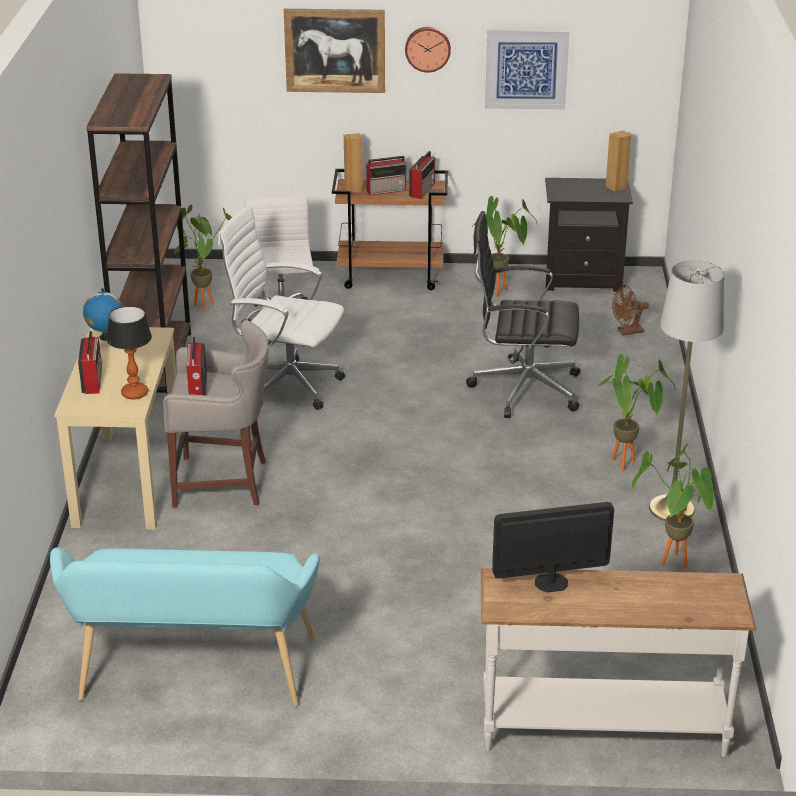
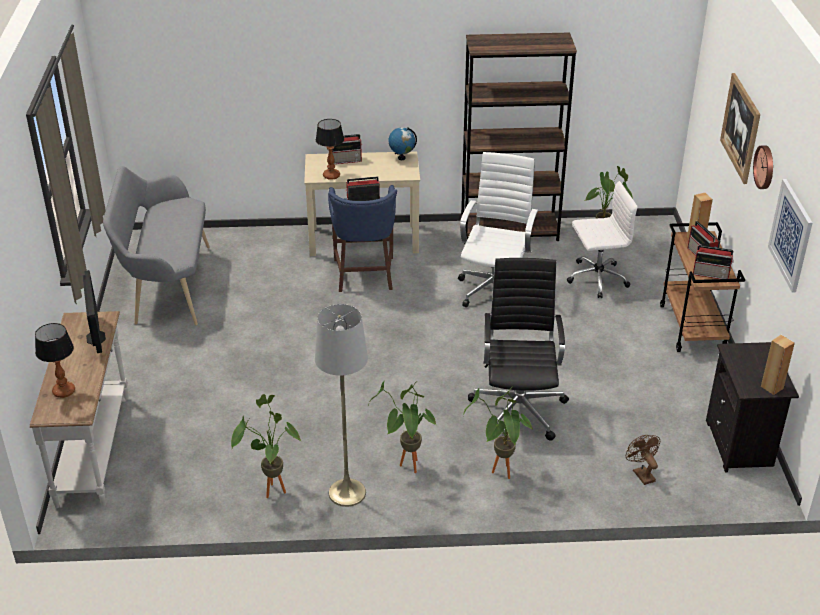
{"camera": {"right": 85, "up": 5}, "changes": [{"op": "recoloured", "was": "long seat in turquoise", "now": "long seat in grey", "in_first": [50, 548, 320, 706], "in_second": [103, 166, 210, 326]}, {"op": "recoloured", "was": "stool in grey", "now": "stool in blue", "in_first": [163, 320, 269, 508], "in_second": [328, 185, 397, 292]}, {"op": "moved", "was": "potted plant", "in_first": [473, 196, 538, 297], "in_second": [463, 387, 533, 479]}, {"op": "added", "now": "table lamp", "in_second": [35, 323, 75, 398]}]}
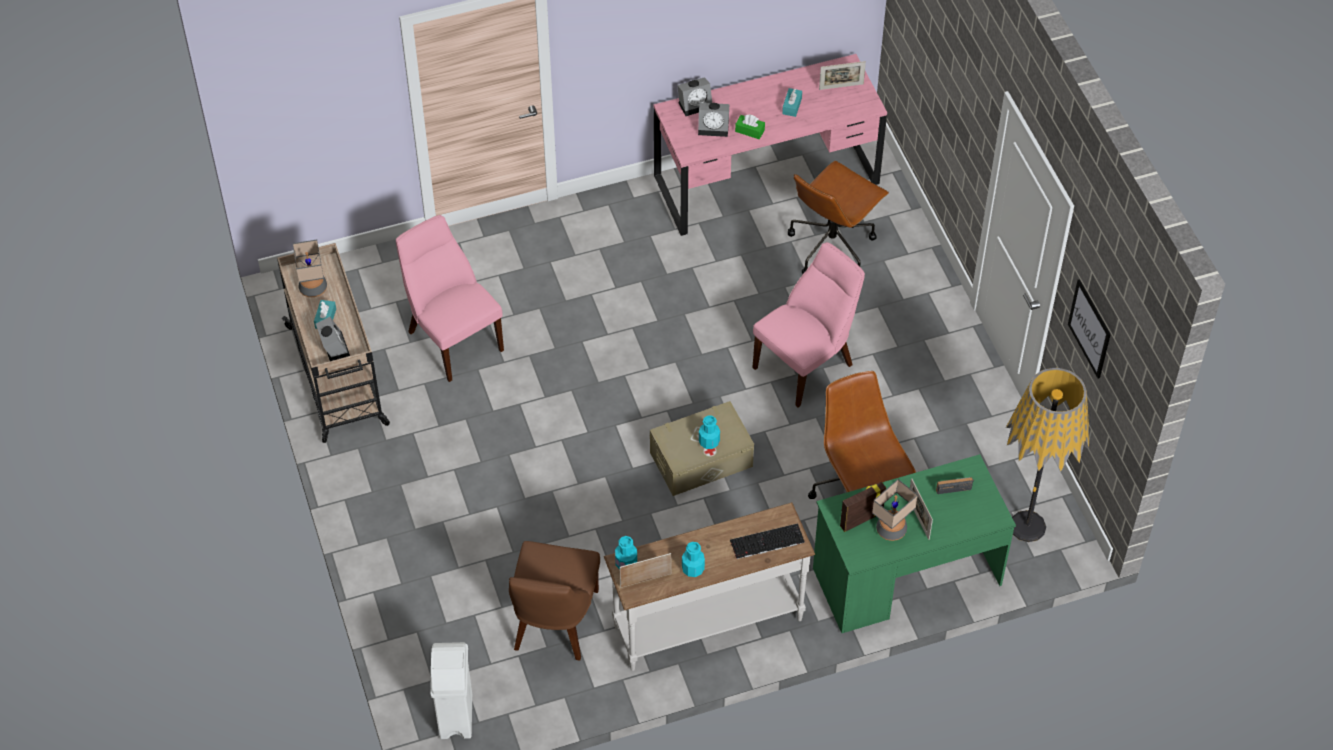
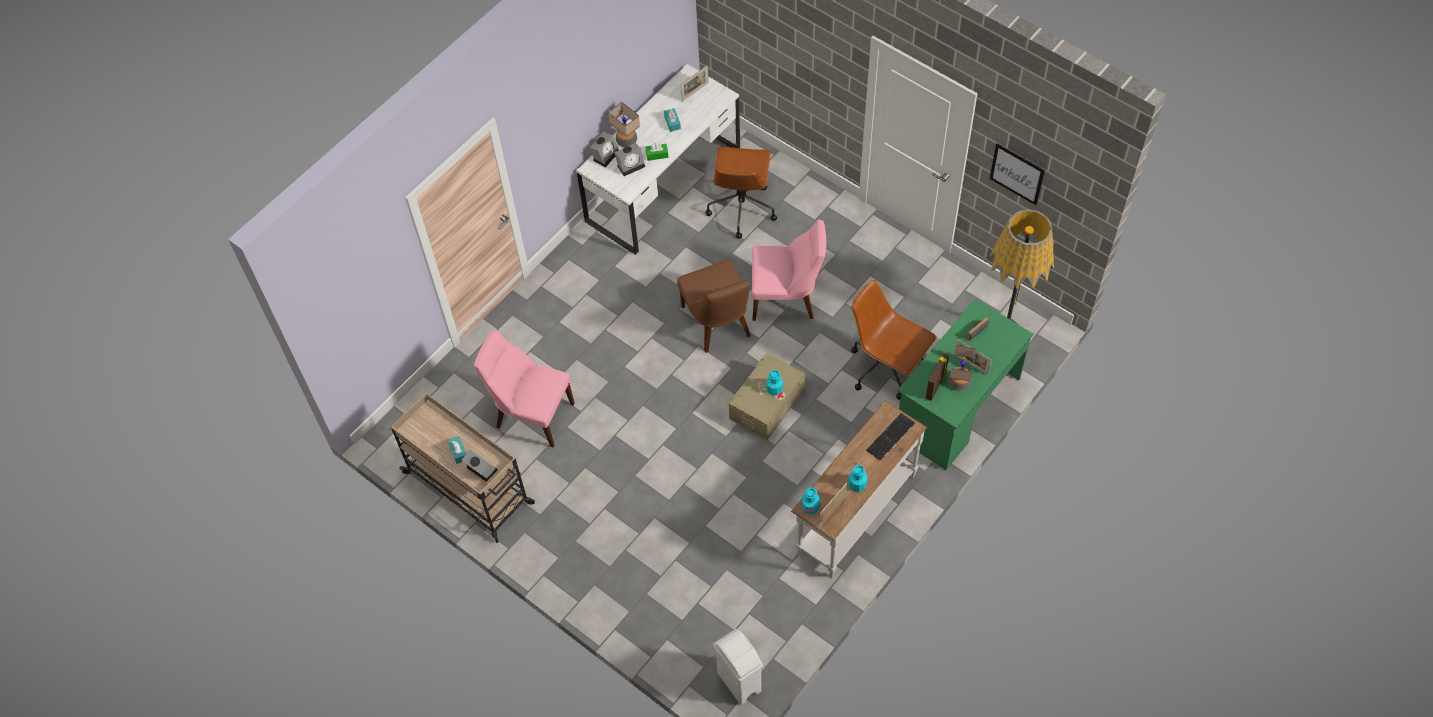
{"camera": {"right": -30, "up": 5}, "changes": [{"op": "moved", "was": "table lamp", "in_first": [293, 240, 327, 297], "in_second": [608, 102, 640, 147]}, {"op": "moved", "was": "plain chair in brown-coloured", "in_first": [509, 541, 600, 660], "in_second": [677, 259, 751, 353]}, {"op": "recoloured", "was": "desk unit in pink-coloured", "now": "desk unit in whitish", "in_first": [654, 54, 887, 236], "in_second": [576, 64, 740, 255]}, {"op": "turned", "was": "plain chair in pink-coloured", "in_first": [752, 242, 865, 407], "in_second": [752, 219, 826, 321], "clockwise": 75}]}
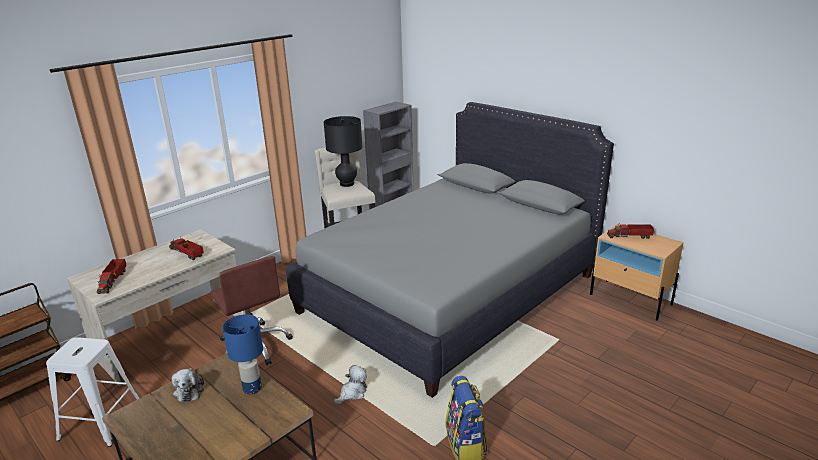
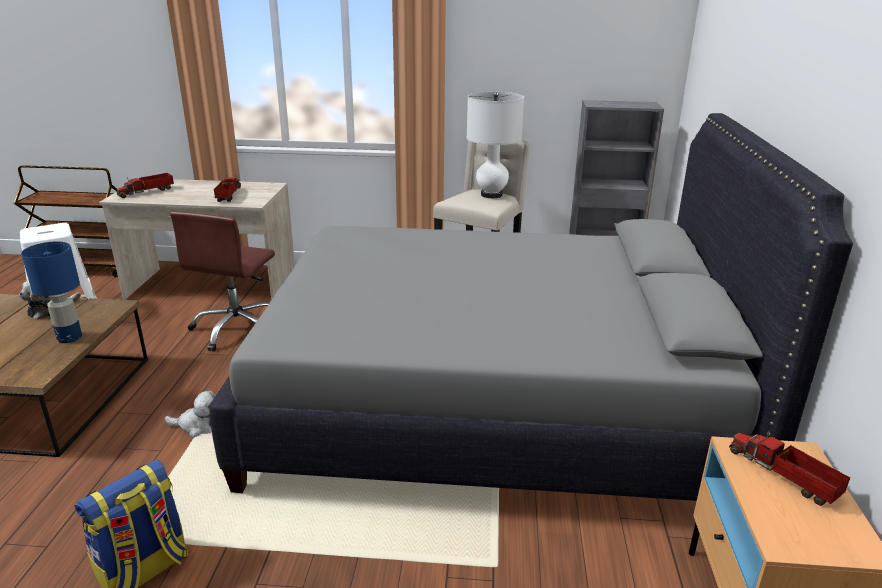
{"camera": {"right": 50, "up": 0}, "changes": [{"op": "recoloured", "was": "table lamp in black-coloured", "now": "table lamp in whitish", "in_first": [324, 116, 363, 187], "in_second": [467, 91, 524, 198]}]}
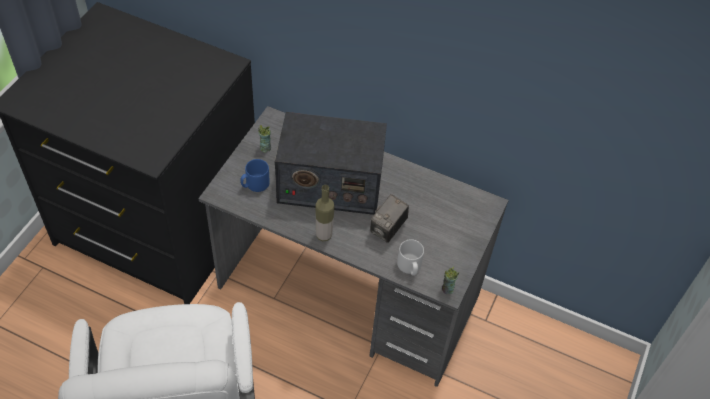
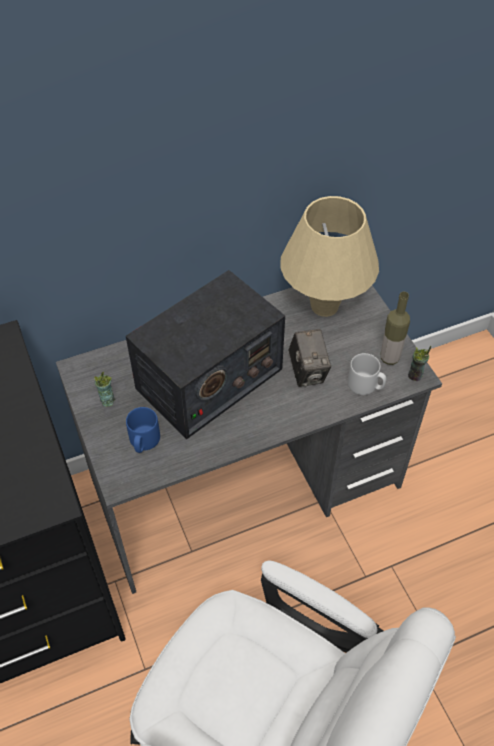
{"camera": {"right": -45, "up": 0}, "changes": [{"op": "moved", "was": "beverage bottle", "in_first": [315, 185, 334, 241], "in_second": [381, 292, 410, 365]}, {"op": "added", "now": "table lamp in sand-coloured", "in_second": [280, 196, 379, 317]}]}
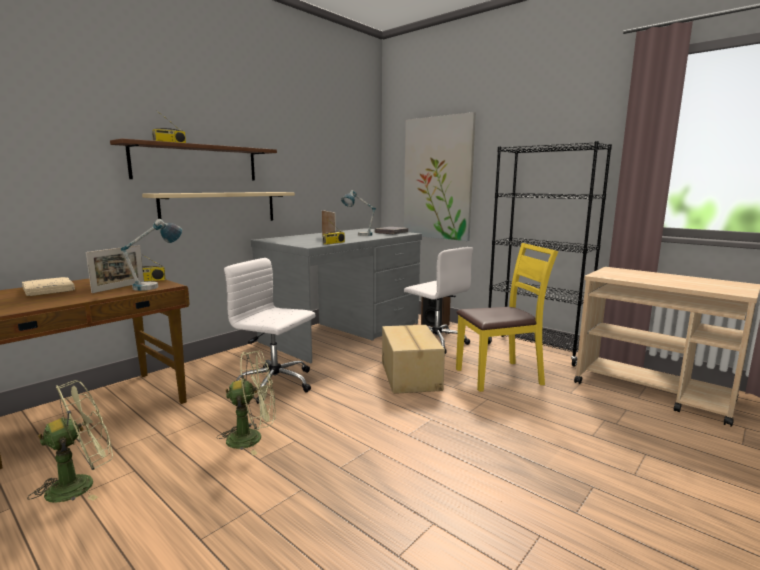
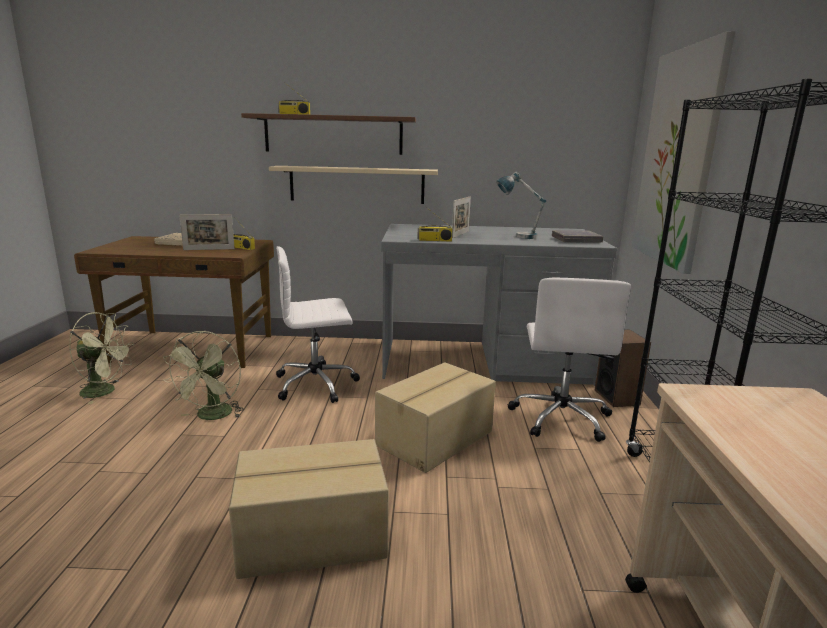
{"camera": {"right": 50, "up": 5}, "changes": [{"op": "removed", "was": "table lamp", "in_first": [121, 219, 182, 291]}, {"op": "turned", "was": "cooling fan in green-coloured", "in_first": [217, 351, 276, 455], "in_second": [163, 331, 244, 420], "clockwise": 60}, {"op": "turned", "was": "computer chair in whitish", "in_first": [224, 258, 316, 404], "in_second": [276, 246, 360, 403], "clockwise": -90}, {"op": "removed", "was": "plain chair in yellow-coloured", "in_first": [456, 243, 558, 392]}, {"op": "added", "now": "packing box", "in_second": [229, 439, 389, 579]}]}
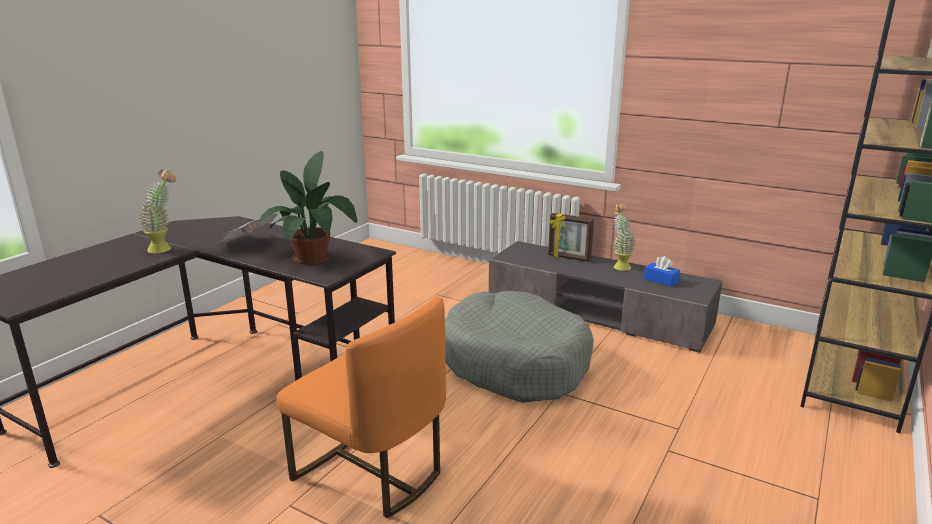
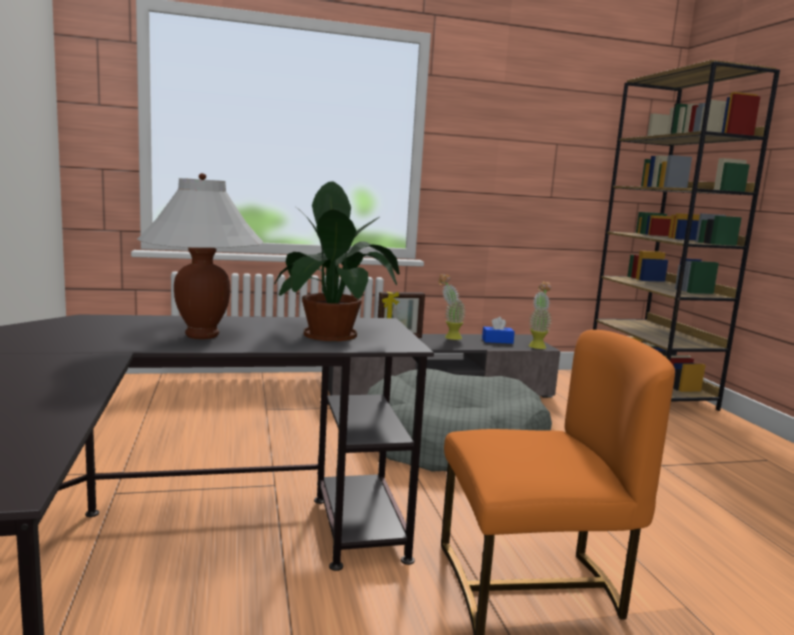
{"camera": {"right": -45, "up": -10}, "changes": [{"op": "moved", "was": "potted plant", "in_first": [139, 169, 176, 253], "in_second": [528, 282, 551, 349]}, {"op": "replaced", "was": "printed paper", "now": "table lamp in whitish", "in_first": [216, 214, 278, 243], "in_second": [137, 173, 264, 339]}]}
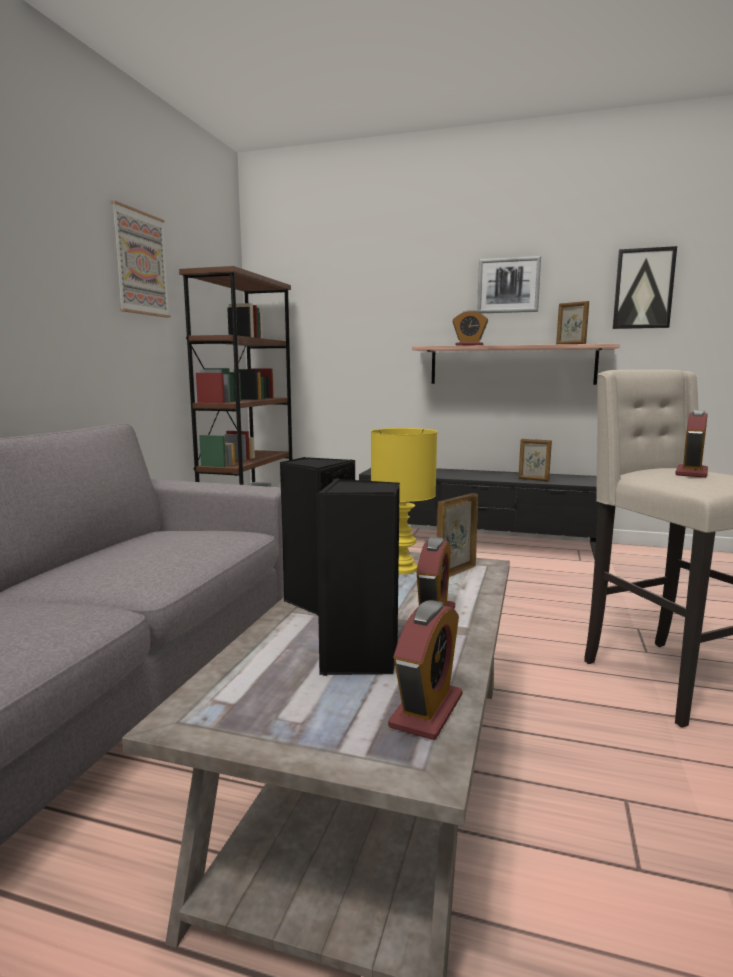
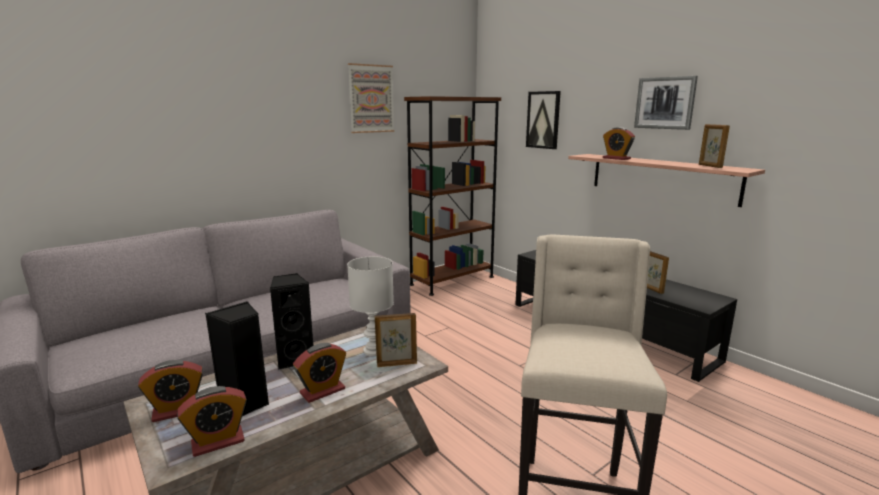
{"camera": {"right": 35, "up": 5}, "changes": [{"op": "recoloured", "was": "table lamp in yellow-coloured", "now": "table lamp in whitish", "in_first": [371, 428, 437, 574], "in_second": [347, 256, 394, 356]}, {"op": "moved", "was": "wall art", "in_first": [612, 246, 677, 329], "in_second": [526, 91, 561, 149]}, {"op": "moved", "was": "table clock", "in_first": [675, 410, 708, 478], "in_second": [138, 360, 203, 422]}]}
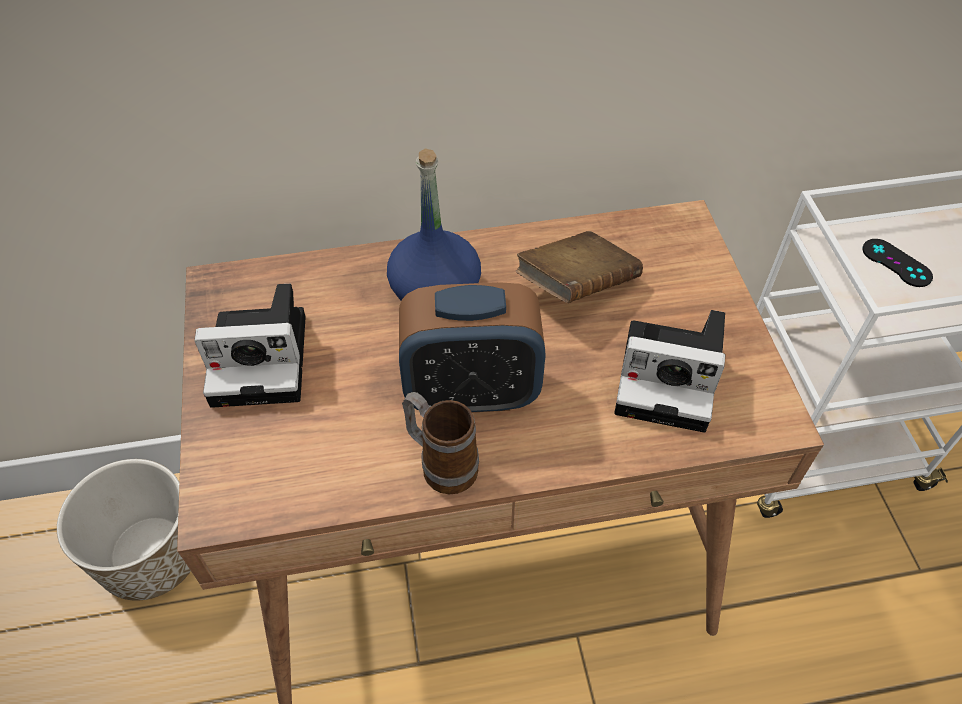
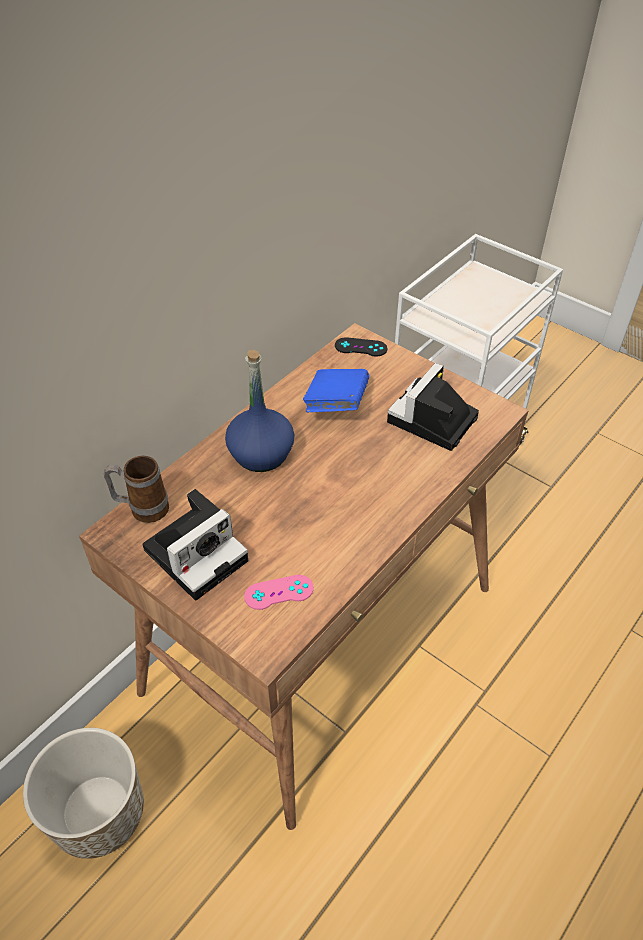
{"camera": {"right": -40, "up": -5}, "changes": [{"op": "removed", "was": "table clock", "in_first": [399, 282, 546, 412]}, {"op": "moved", "was": "mug", "in_first": [402, 392, 479, 494], "in_second": [104, 456, 169, 523]}, {"op": "recoloured", "was": "bound book in brown-coloured", "now": "bound book in blue", "in_first": [516, 231, 643, 303], "in_second": [303, 369, 369, 412]}, {"op": "turned", "was": "photo camera", "in_first": [614, 310, 725, 433], "in_second": [387, 363, 479, 451], "clockwise": 150}, {"op": "moved", "was": "game controller in black-coloured", "in_first": [862, 239, 933, 287], "in_second": [335, 337, 387, 357]}, {"op": "added", "now": "game controller in pink-coloured", "in_second": [244, 575, 314, 610]}]}
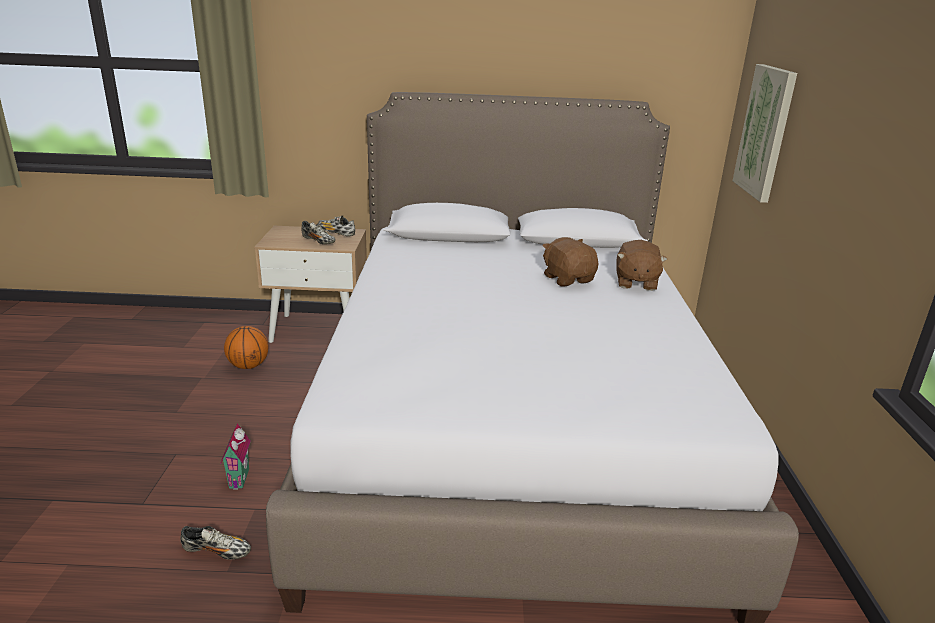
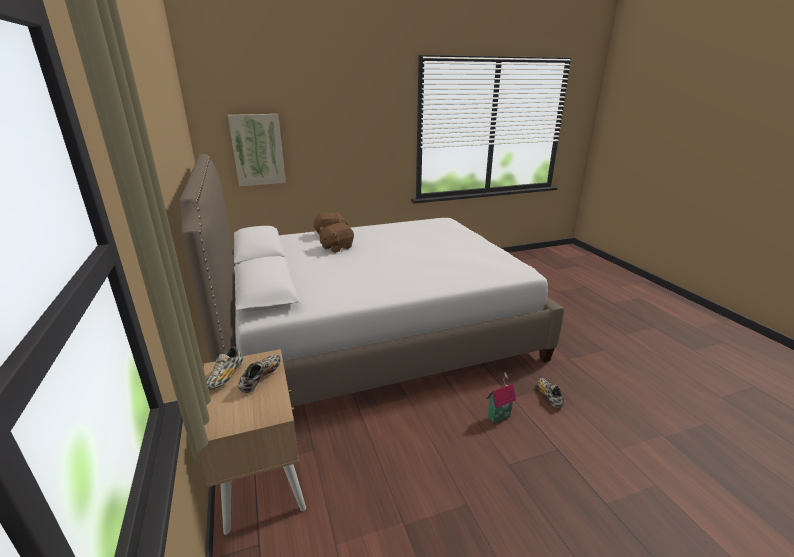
{"camera": {"right": -110, "up": 0}, "changes": [{"op": "removed", "was": "basketball ball", "in_first": [224, 326, 269, 369]}]}
